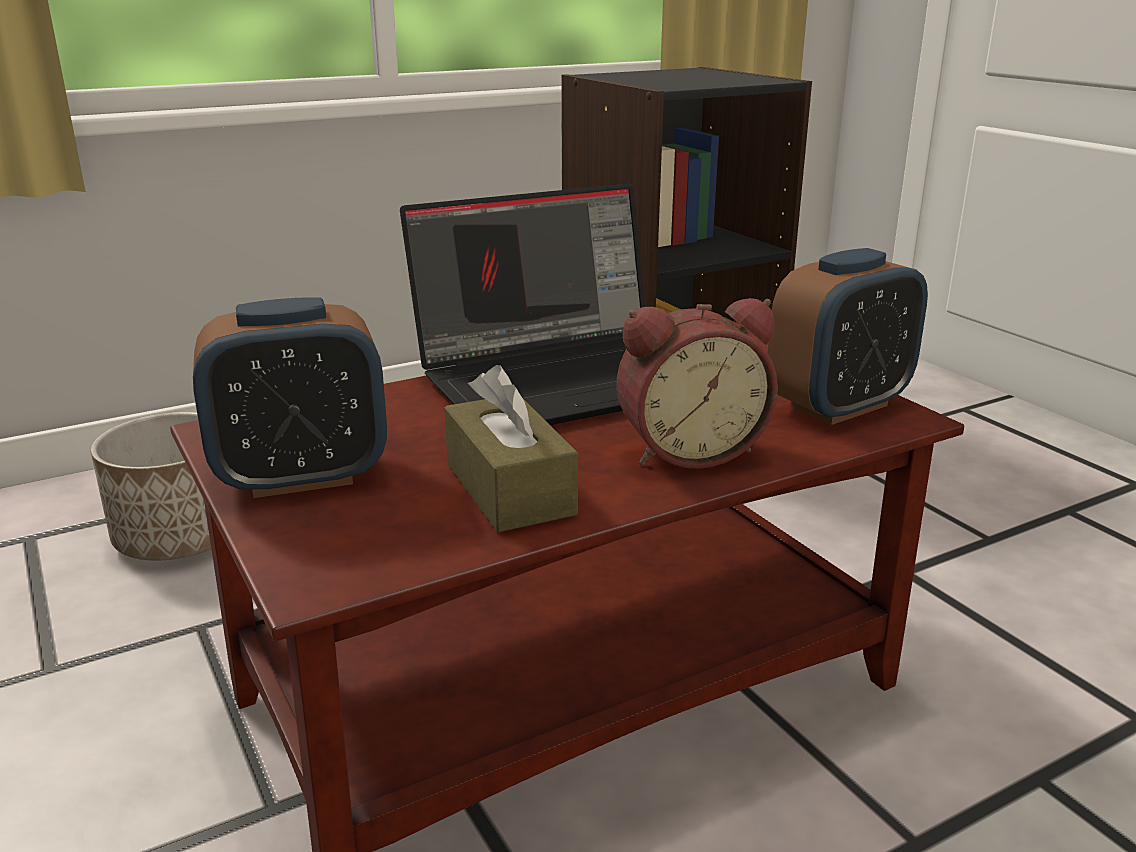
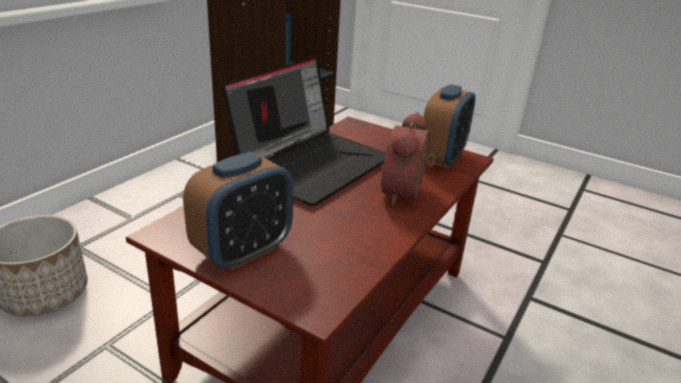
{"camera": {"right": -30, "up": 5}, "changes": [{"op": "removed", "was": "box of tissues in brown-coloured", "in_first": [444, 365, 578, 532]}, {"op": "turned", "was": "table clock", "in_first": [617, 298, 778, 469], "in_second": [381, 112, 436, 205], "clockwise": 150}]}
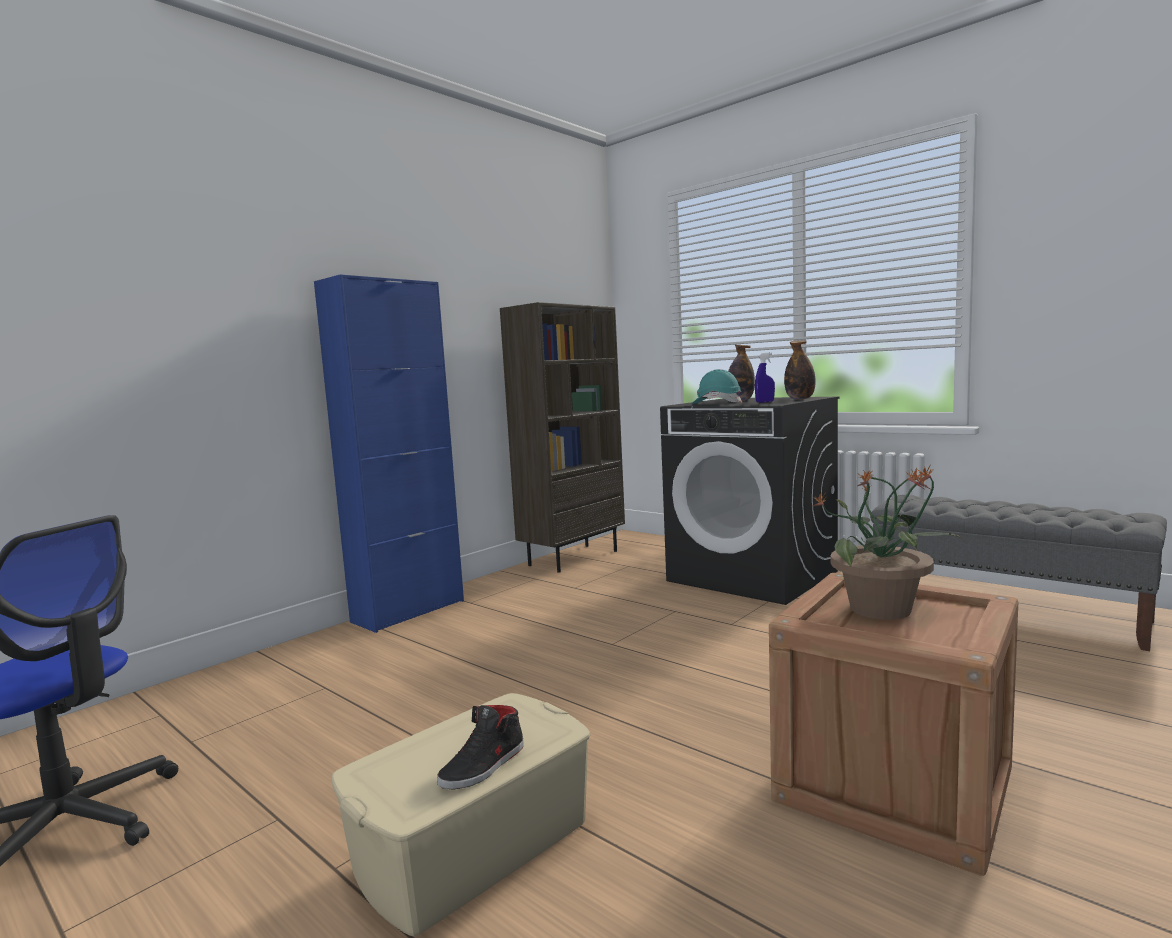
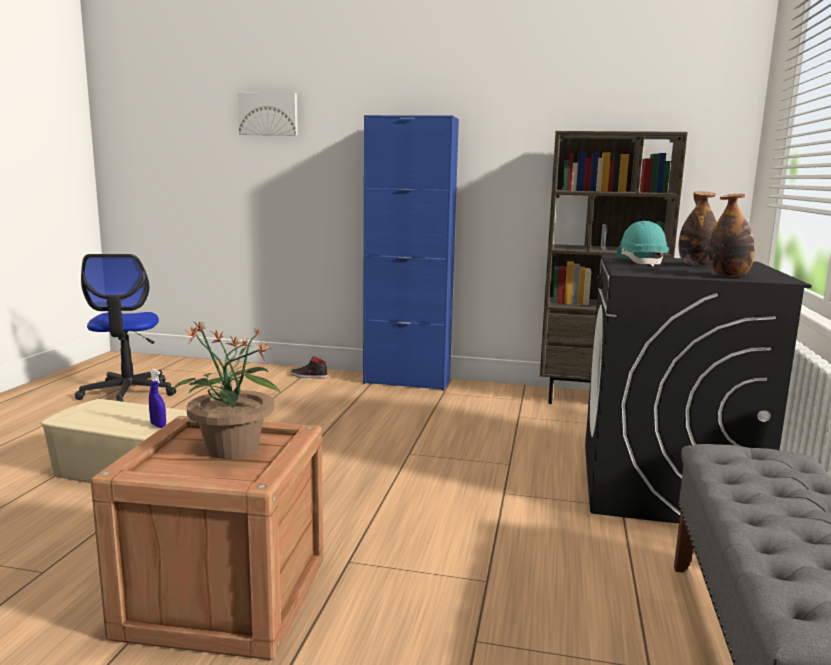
{"camera": {"right": 60, "up": 5}, "changes": [{"op": "moved", "was": "item of footwear in black-coloured", "in_first": [437, 705, 524, 790], "in_second": [291, 356, 328, 379]}, {"op": "moved", "was": "sprayer in blue", "in_first": [755, 353, 775, 403], "in_second": [149, 369, 166, 428]}, {"op": "added", "now": "wall art", "in_second": [238, 93, 298, 135]}]}
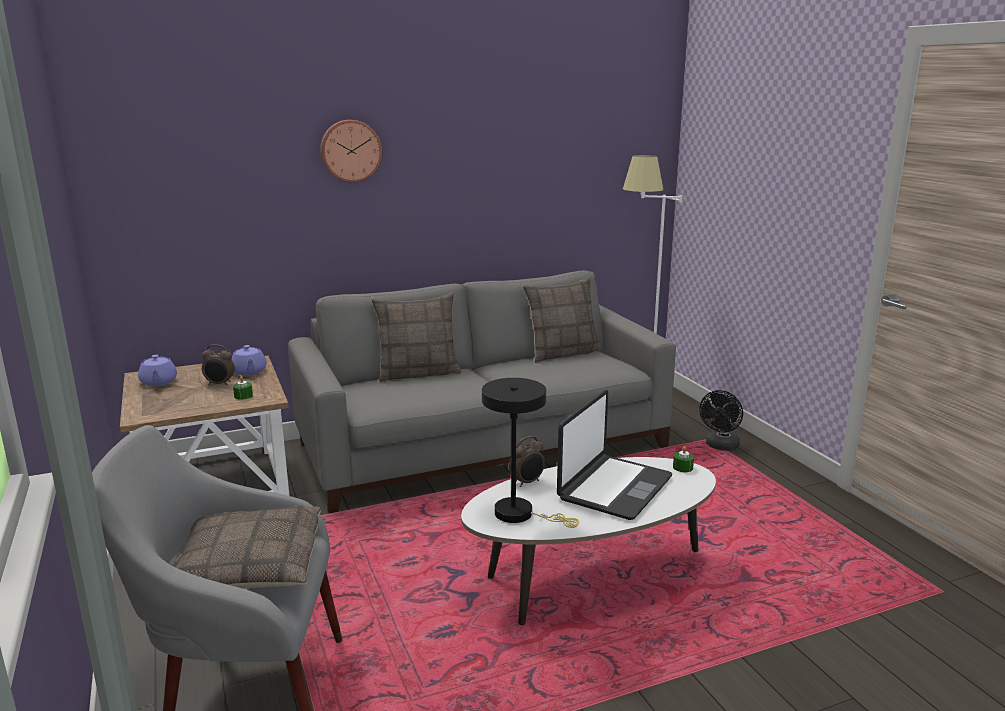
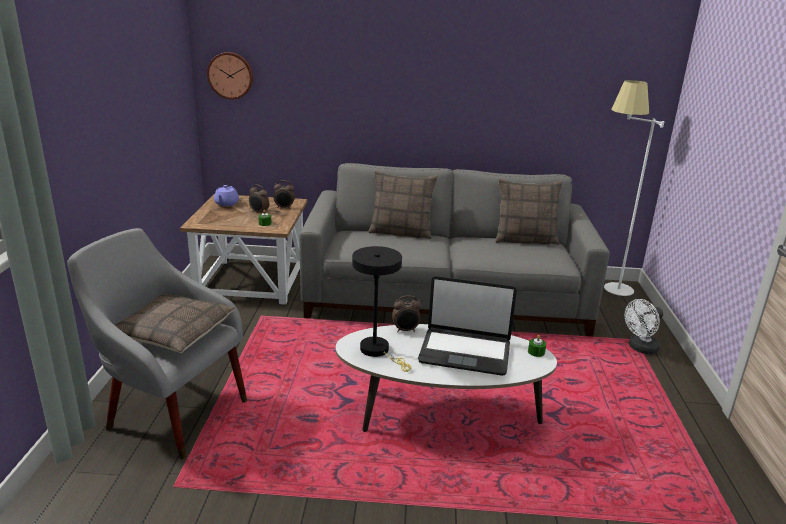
{"camera": {"right": 25, "up": 5}, "changes": [{"op": "replaced", "was": "tea pot in purple", "now": "table clock", "in_first": [232, 345, 267, 375], "in_second": [274, 181, 295, 208]}, {"op": "moved", "was": "clock on the wall", "in_first": [320, 120, 382, 183], "in_second": [207, 52, 253, 100]}, {"op": "turned", "was": "notebook computer", "in_first": [557, 390, 672, 520], "in_second": [418, 276, 517, 376], "clockwise": 45}, {"op": "recoloured", "was": "cooling fan in black-coloured", "now": "cooling fan in whitish", "in_first": [699, 390, 743, 451], "in_second": [624, 299, 663, 354]}]}
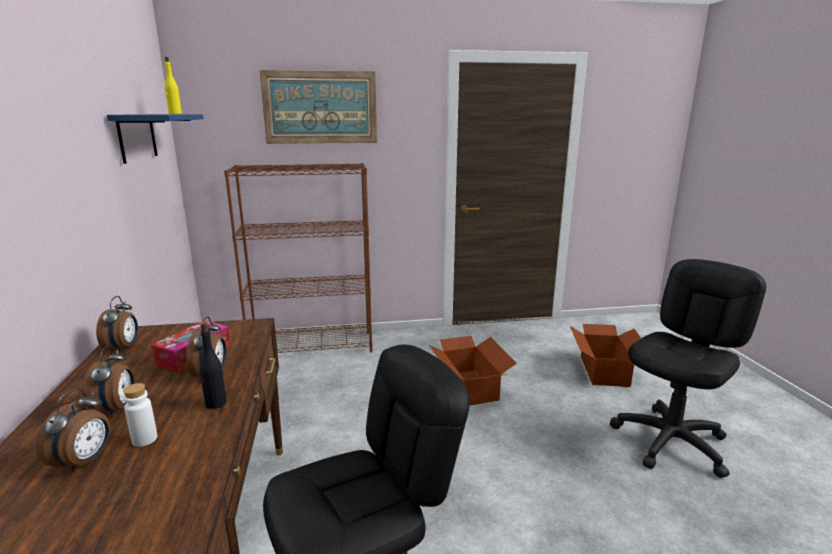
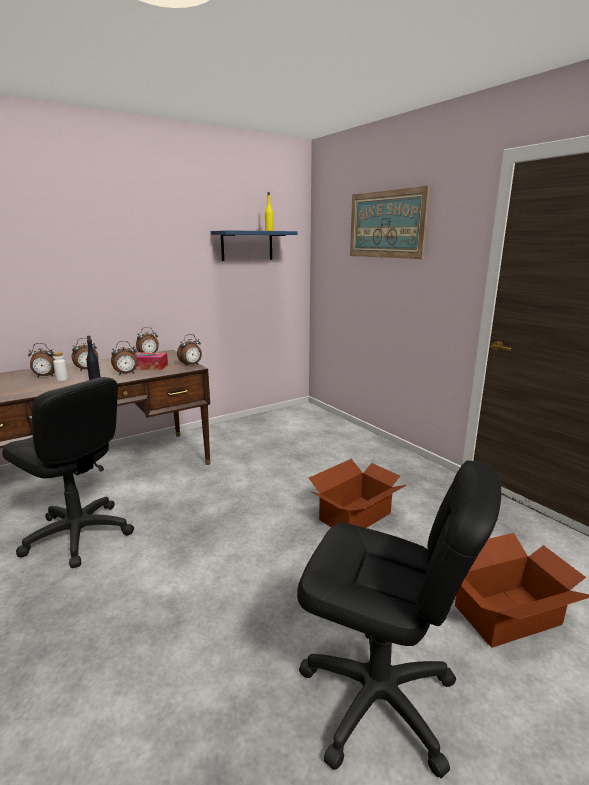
{"camera": {"right": 65, "up": 0}, "changes": [{"op": "removed", "was": "shelving unit in brown-coloured", "in_first": [224, 163, 373, 353]}, {"op": "added", "now": "table clock", "in_second": [177, 334, 202, 366]}]}
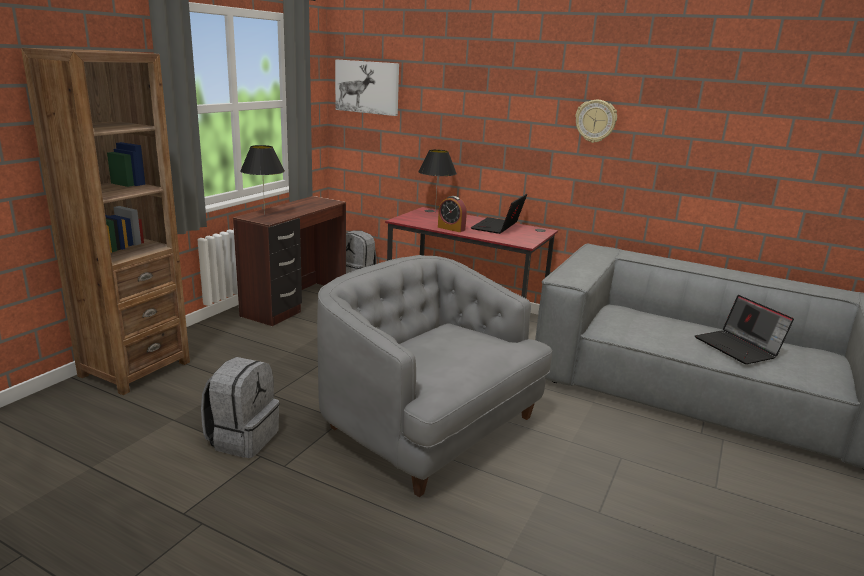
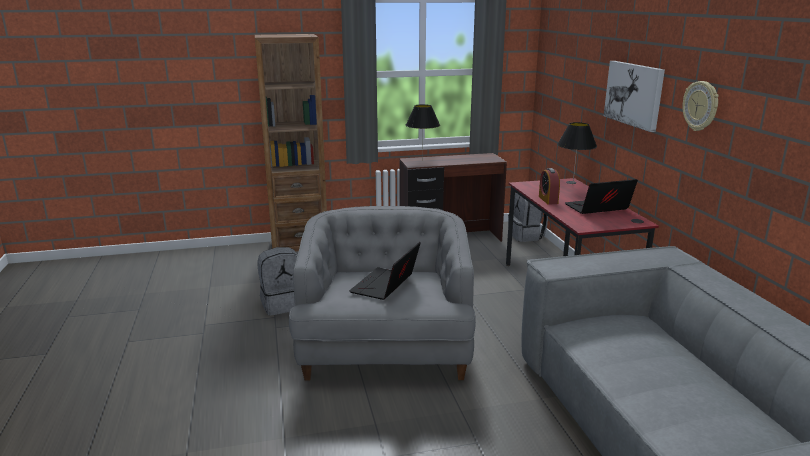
{"camera": {"right": 50, "up": 0}, "changes": [{"op": "moved", "was": "wall art", "in_first": [335, 59, 399, 116], "in_second": [604, 61, 665, 132]}, {"op": "moved", "was": "notebook computer", "in_first": [695, 295, 794, 364], "in_second": [349, 242, 421, 300]}]}
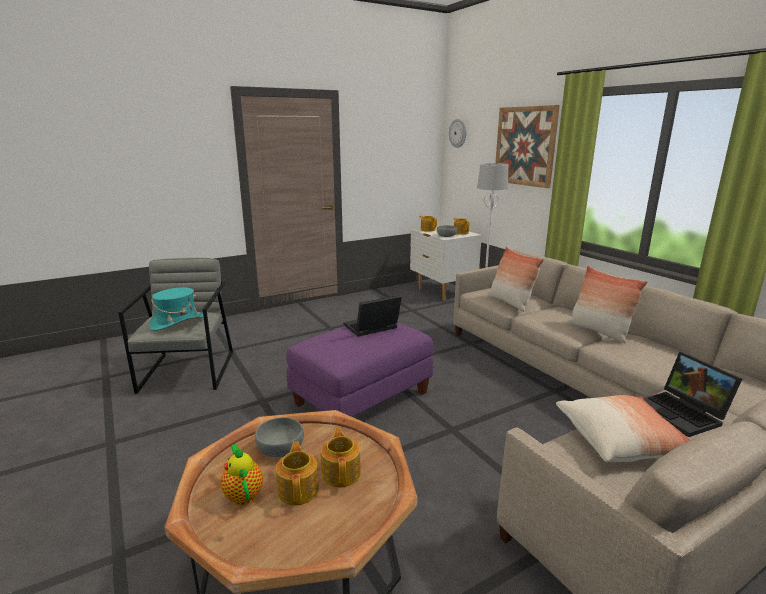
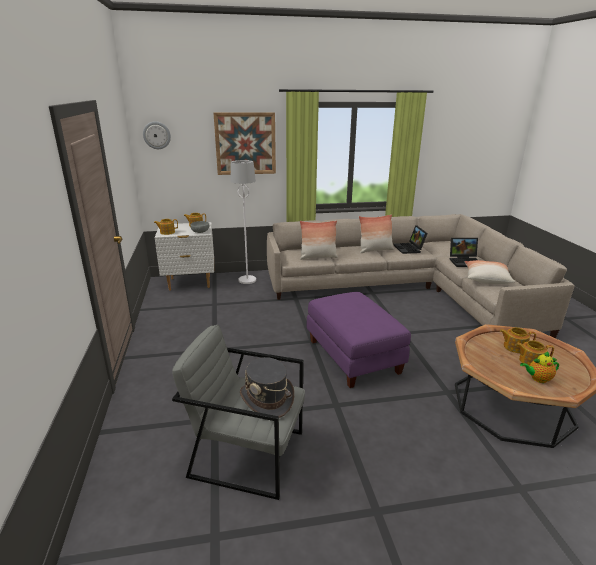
{"camera": {"right": -70, "up": 5}, "changes": [{"op": "recoloured", "was": "wearable hat in turquoise", "now": "wearable hat in grey", "in_first": [149, 288, 203, 331], "in_second": [240, 357, 294, 418]}, {"op": "removed", "was": "deep dish in grey", "in_first": [255, 417, 304, 457]}, {"op": "moved", "was": "notebook computer", "in_first": [344, 295, 402, 337], "in_second": [394, 225, 428, 254]}]}
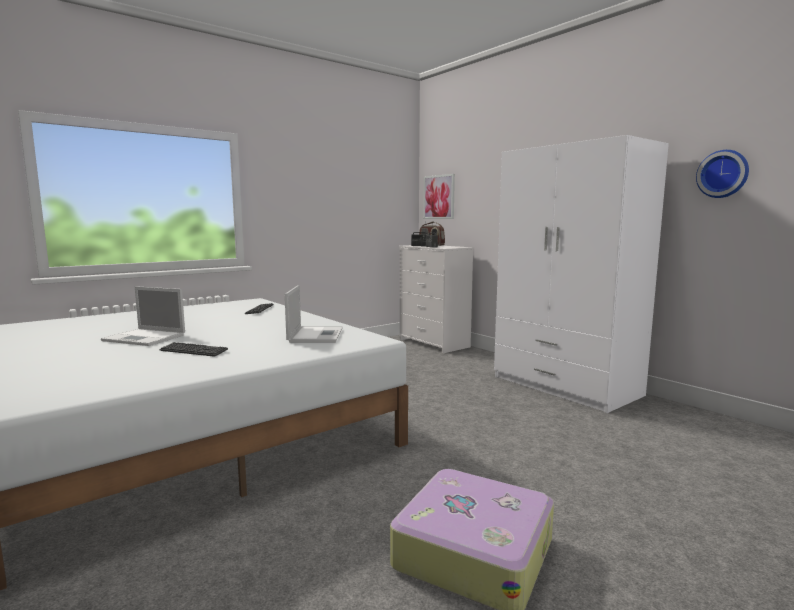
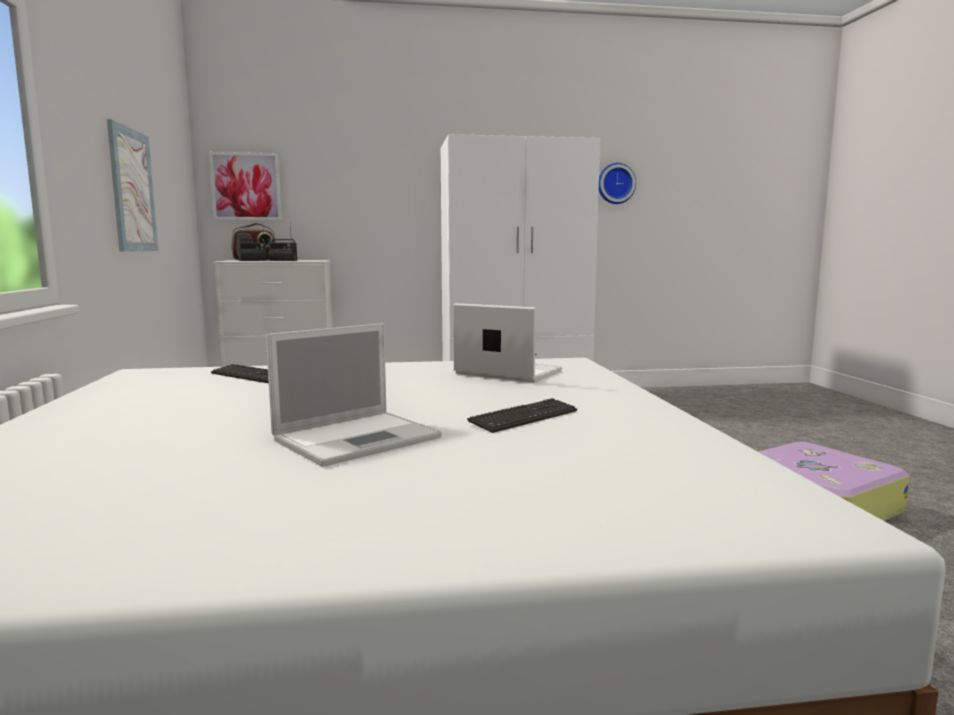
{"camera": {"right": -60, "up": 0}, "changes": [{"op": "added", "now": "wall art", "in_second": [107, 119, 158, 252]}]}
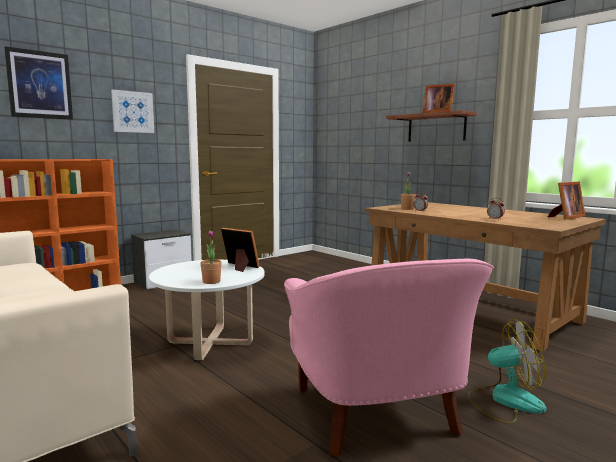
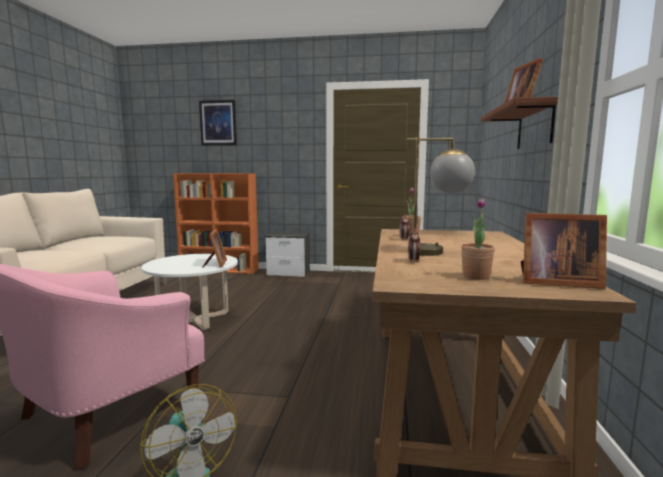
{"camera": {"right": 50, "up": 0}, "changes": [{"op": "removed", "was": "wall art", "in_first": [111, 89, 154, 133]}, {"op": "moved", "was": "potted plant", "in_first": [200, 230, 222, 284], "in_second": [461, 198, 495, 280]}, {"op": "added", "now": "table lamp", "in_second": [407, 137, 475, 256]}]}
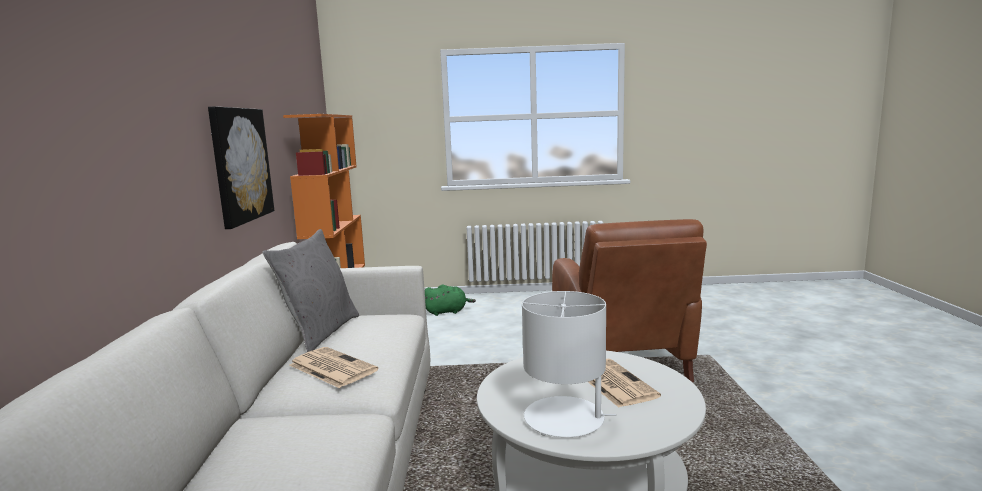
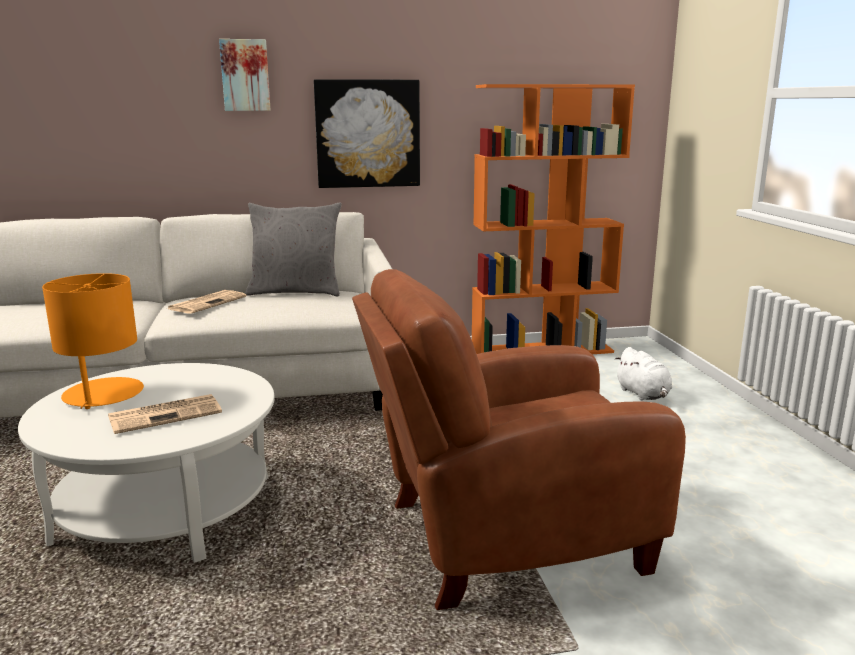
{"camera": {"right": 80, "up": 5}, "changes": [{"op": "recoloured", "was": "soft toy in green-coloured", "now": "soft toy in whitish", "in_first": [425, 285, 476, 316], "in_second": [615, 347, 672, 400]}, {"op": "recoloured", "was": "table lamp in whitish", "now": "table lamp in orange", "in_first": [522, 291, 616, 437], "in_second": [42, 273, 144, 409]}, {"op": "added", "now": "wall art", "in_second": [219, 39, 271, 111]}]}
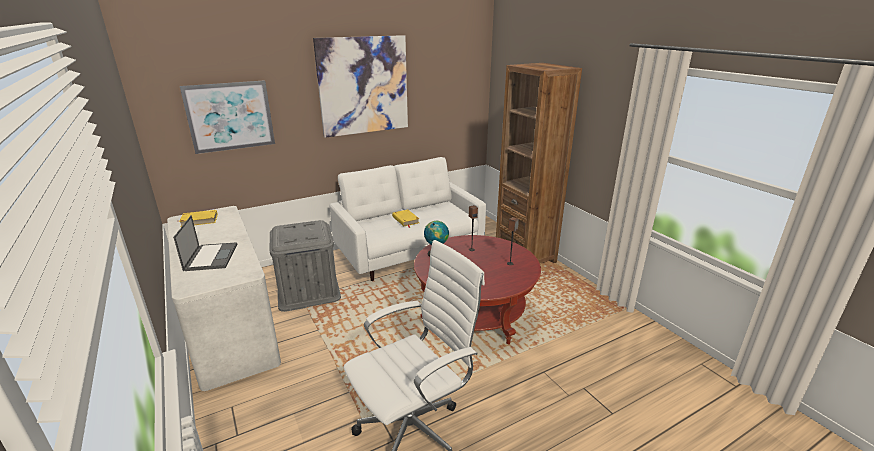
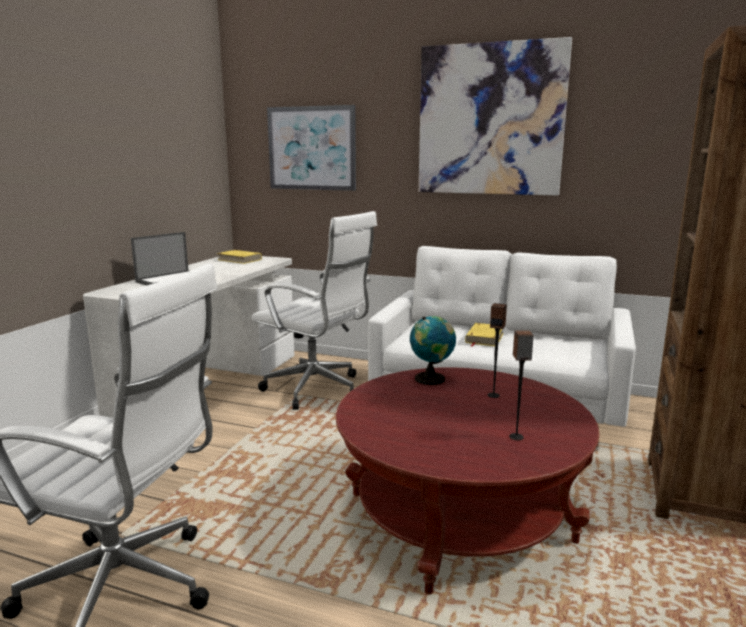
{"camera": {"right": 50, "up": -10}, "changes": [{"op": "replaced", "was": "storage container in grey", "now": "computer chair in whitish", "in_first": [270, 220, 341, 312], "in_second": [252, 211, 377, 410]}]}
